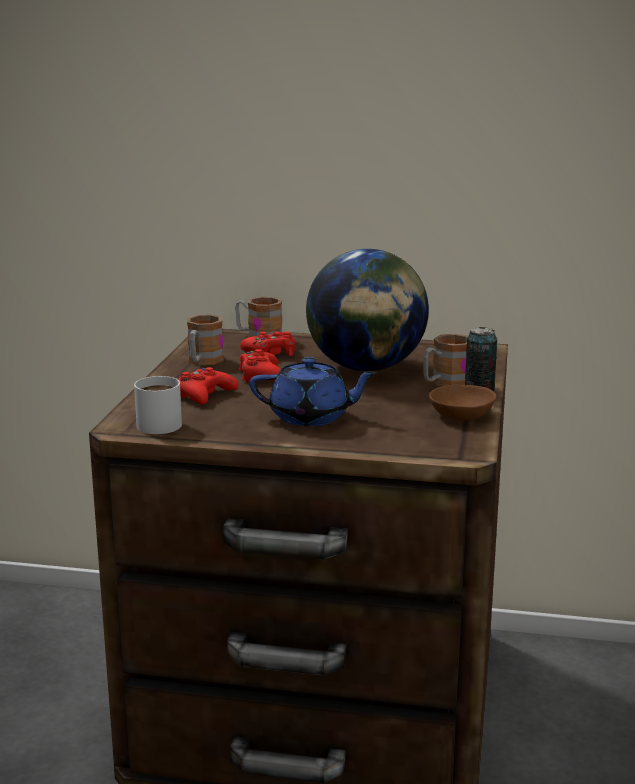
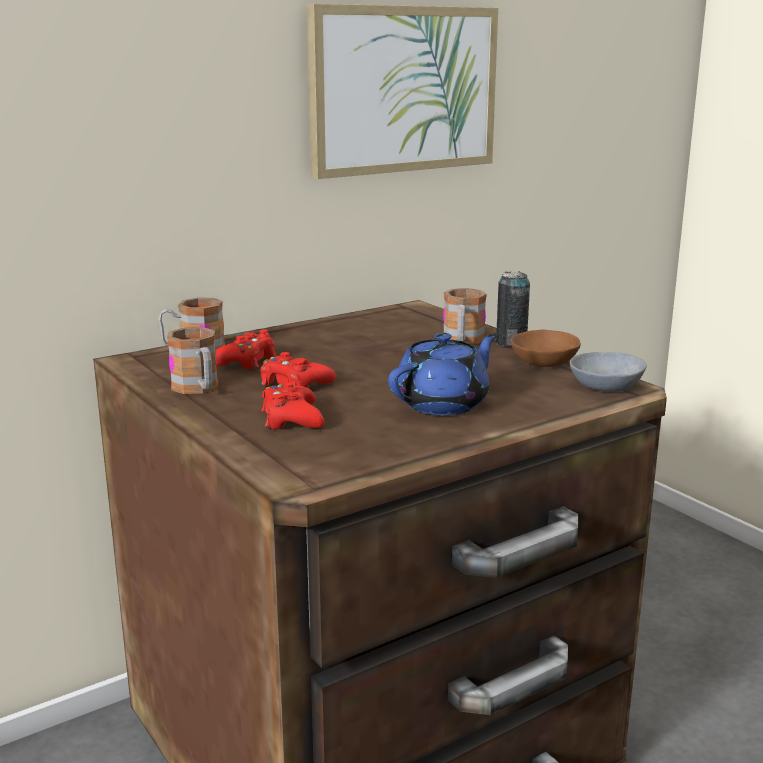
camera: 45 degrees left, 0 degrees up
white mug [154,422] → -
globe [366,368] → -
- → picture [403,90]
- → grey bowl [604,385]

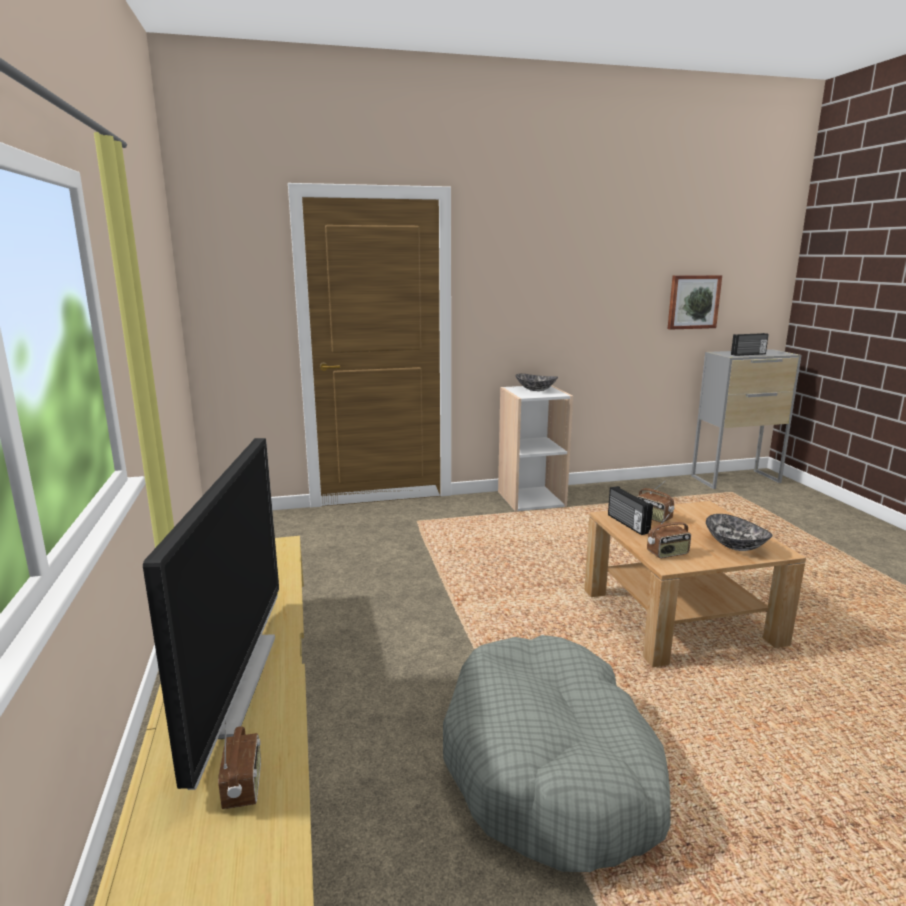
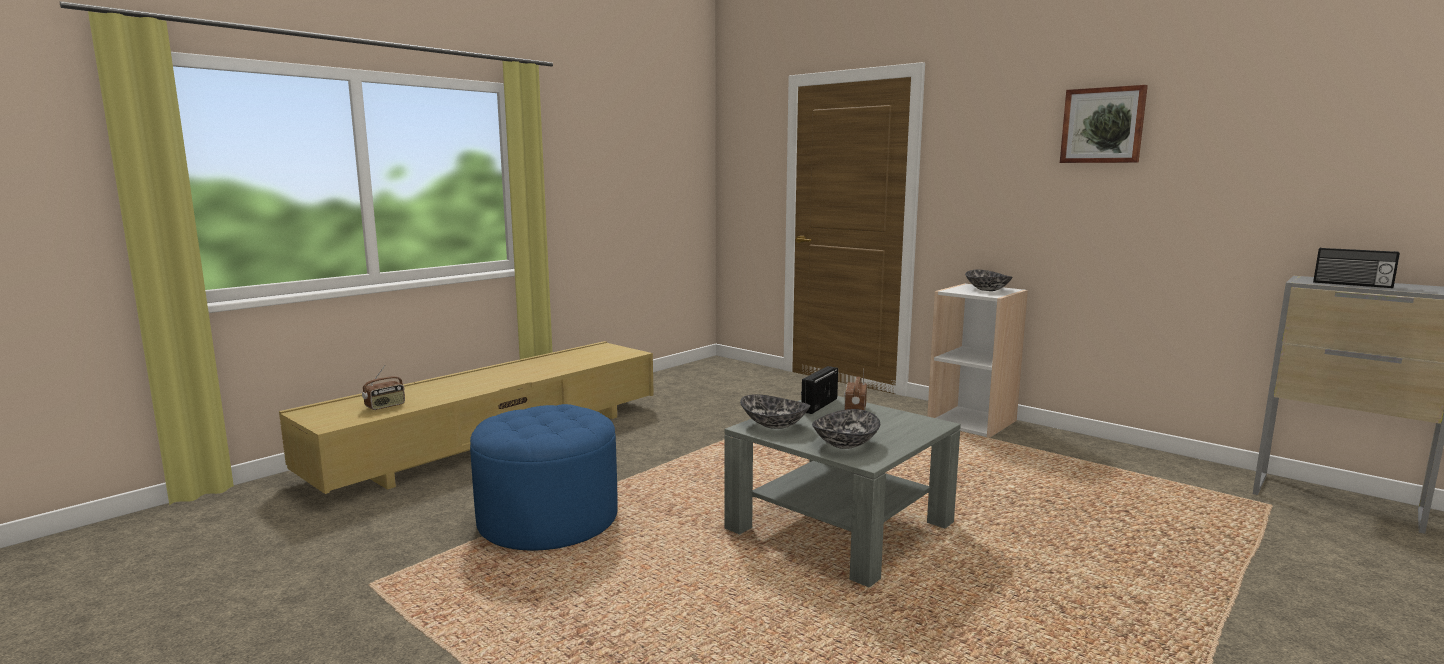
camera: 55 degrees right, 5 degrees down
television [232,683] → -
grey dog bed [552,769] → blue ottoman [548,519]
brown coffee table [679,616] → grey coffee table [840,526]
radio [668,553] → bowl [775,424]
picture [693,302] → picture [1103,125], shifted

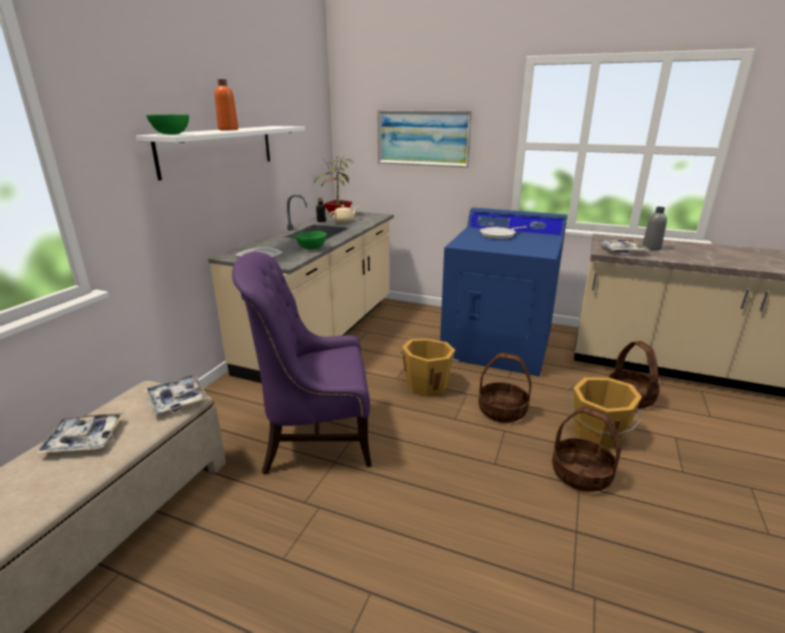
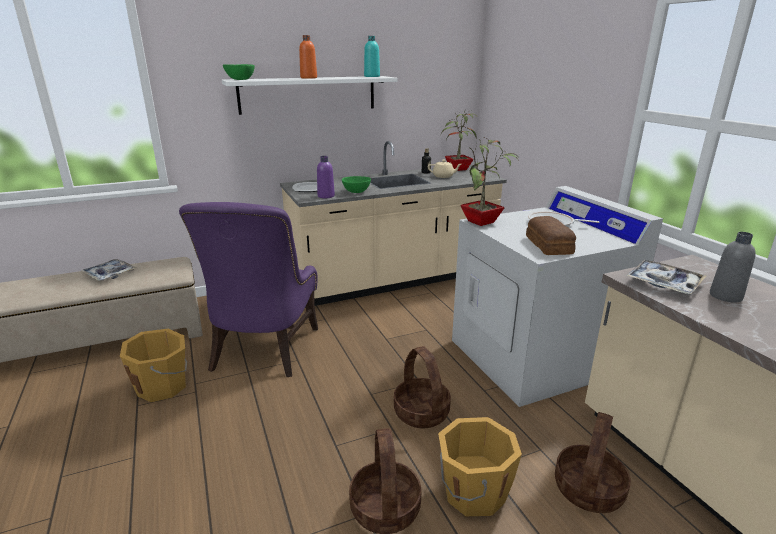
camera: 45 degrees right, 0 degrees up
tray [177,400] → -
purple chair [315,438] → purple chair [264,349], 120 degrees counterclockwise
picture [423,138] → -
orange bucket [427,385] → orange bucket [163,386], shifted
blue washing machine [498,344] → white washing machine [534,356]
- → purple bottle [326,196]
- → turquoise bottle [372,76]
- → potted plant [482,222]
- → bread [549,244]

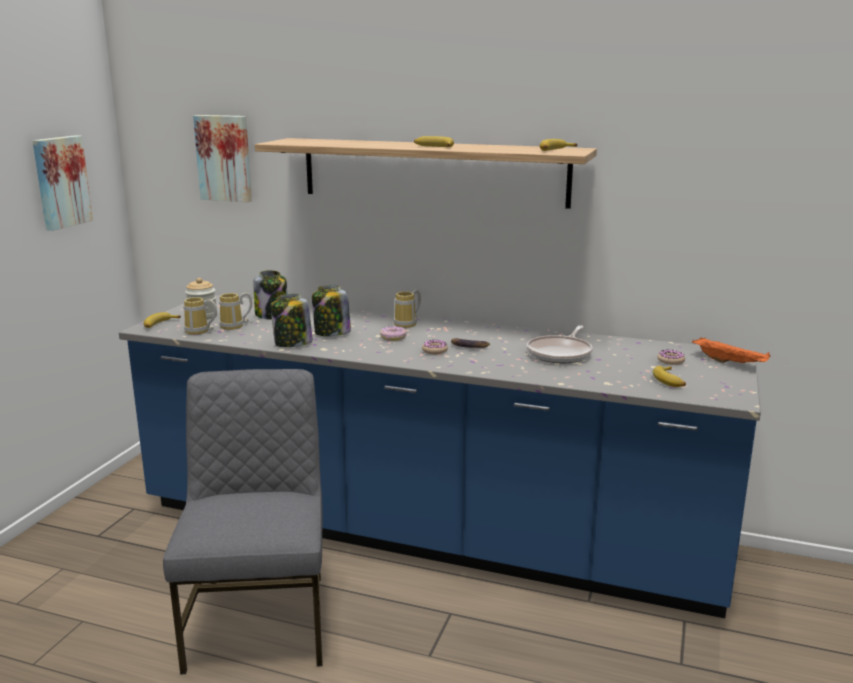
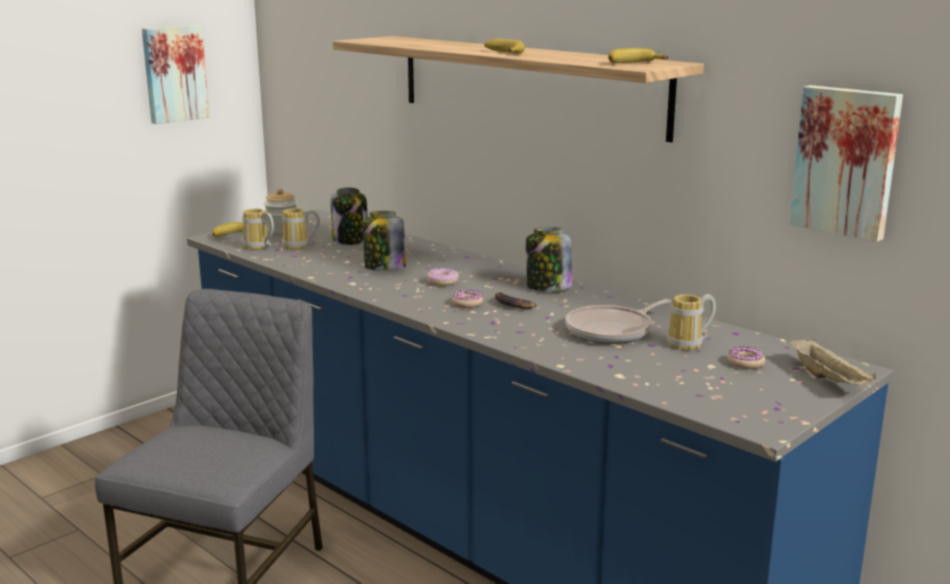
camera: 25 degrees right, 0 degrees up
picture [225,158] → picture [846,161], shifted
jar [292,344] → jar [547,287], shifted
mug [408,324] → mug [690,344], shifted
banana [670,381] → -
orange tray [730,363] → beige tray [829,379]

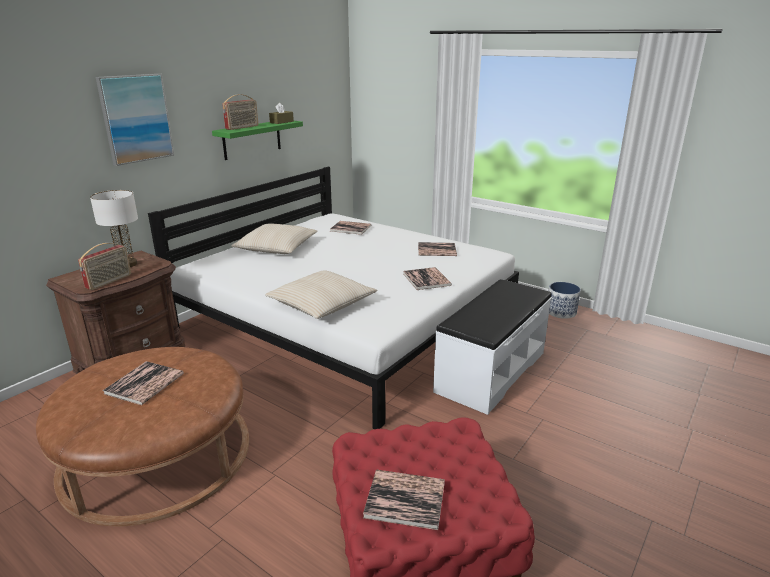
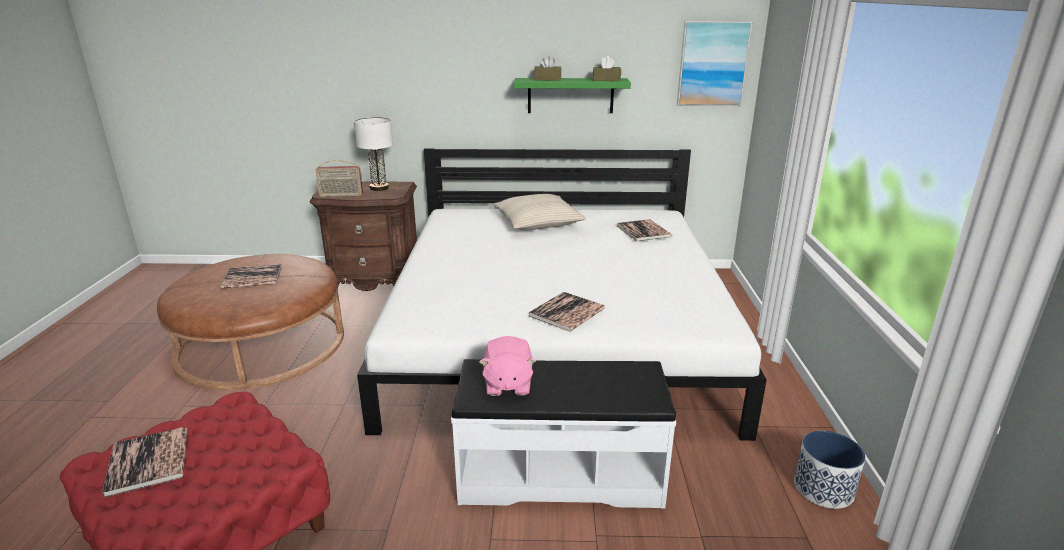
camera: 55 degrees right, 0 degrees up
picture [136,118] → picture [712,64], shifted
radio [242,127] → brown tissue box [547,79]
beige pillow [321,304] → -
book [436,250] → -
- → pink plush toy [507,384]

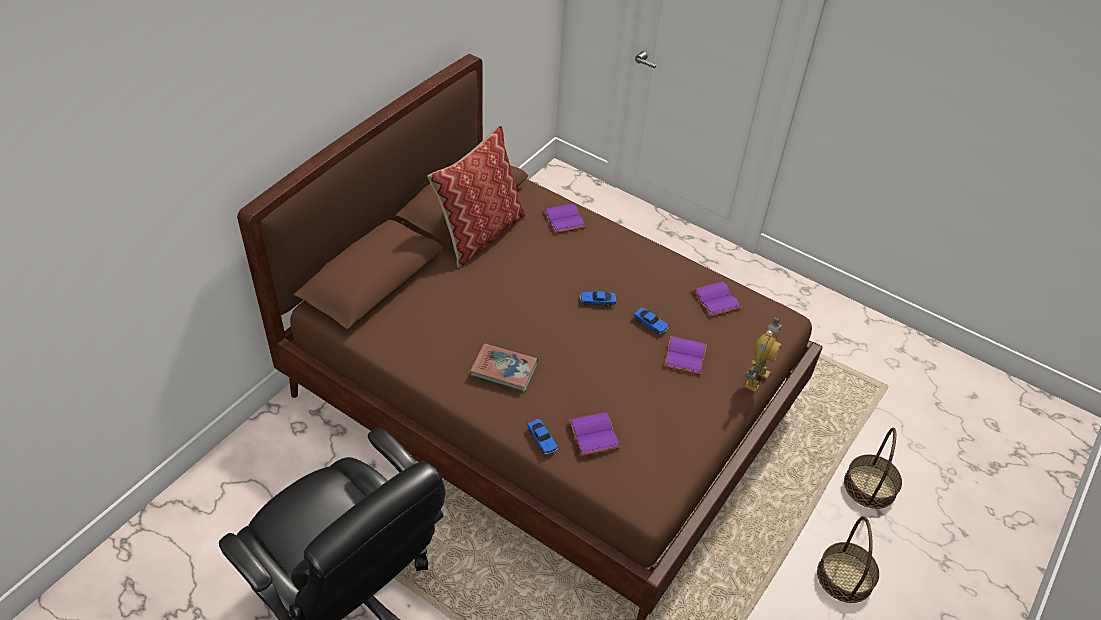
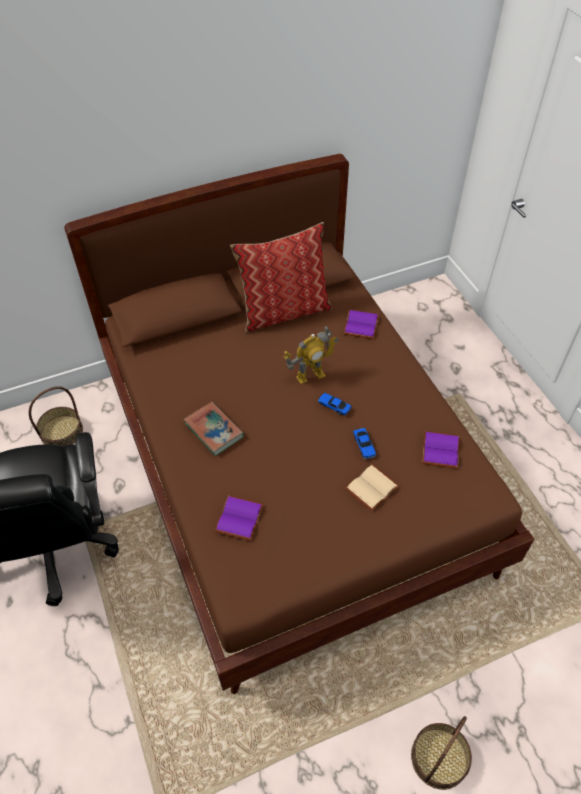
camera: 35 degrees right, 5 degrees up
toy car [542,439] → -
purple book [686,357] → beige book [372,489]
toy robot [756,379] → toy robot [310,376], shifted
basket [870,486] → basket [62,432], shifted

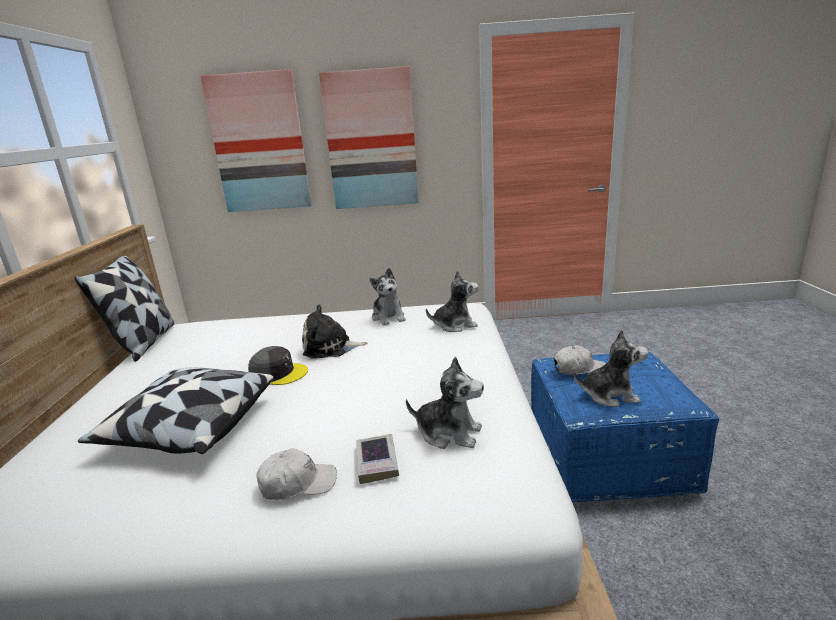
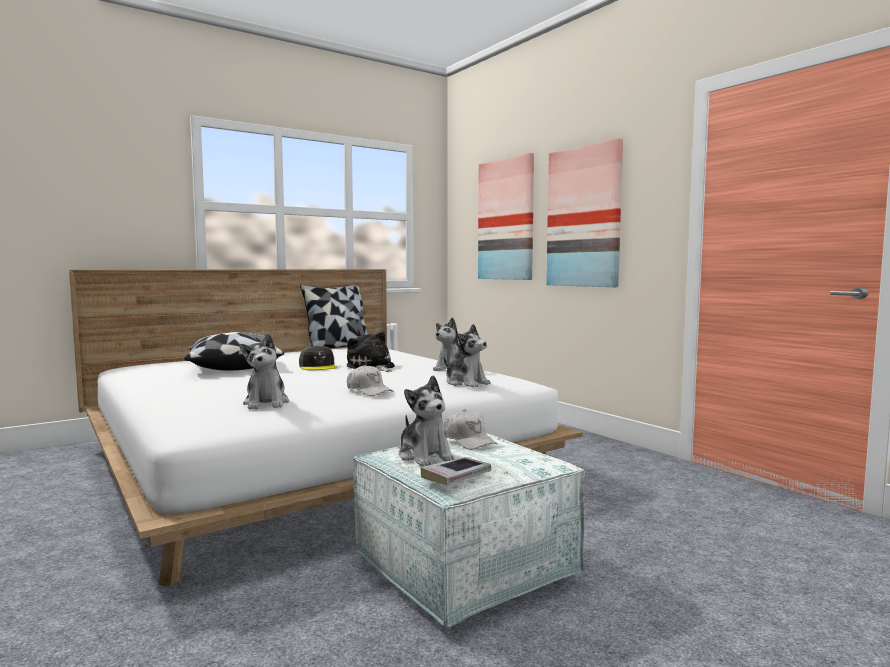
camera: 55 degrees right, 15 degrees down
white cap [297,484] → white cap [369,391], shifted
book [377,462] → book [456,476], shifted
blue ottoman [607,459] → white ottoman [465,568]

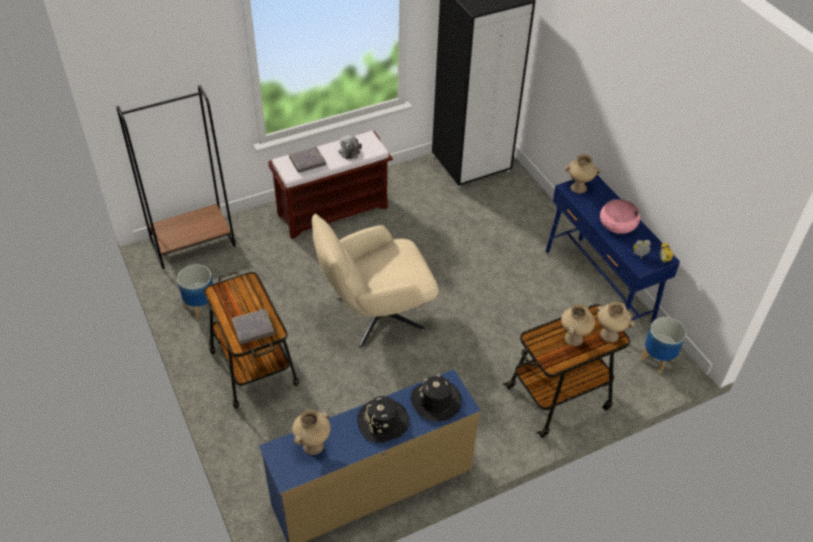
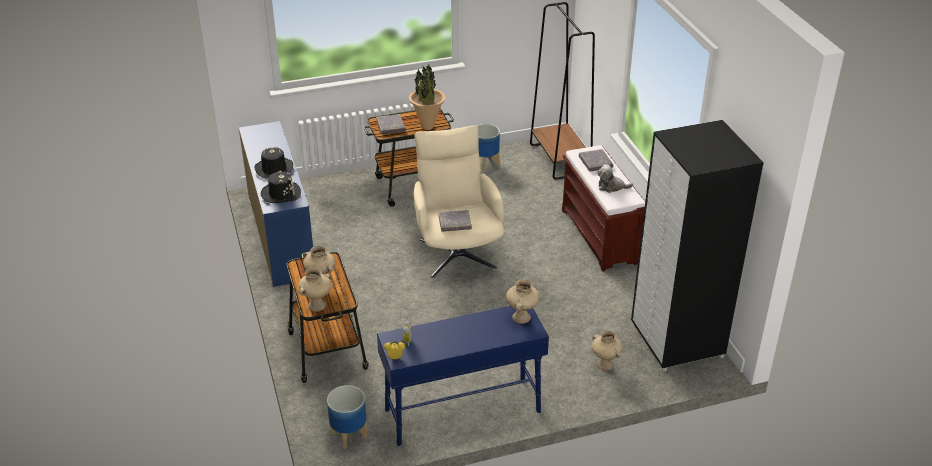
camera: 100 degrees right, 10 degrees down
beige vase [313,445] → beige vase [605,365], shifted
pink bowl [618,224] → -
- → potted plant [427,127]
- → grey book [455,223]

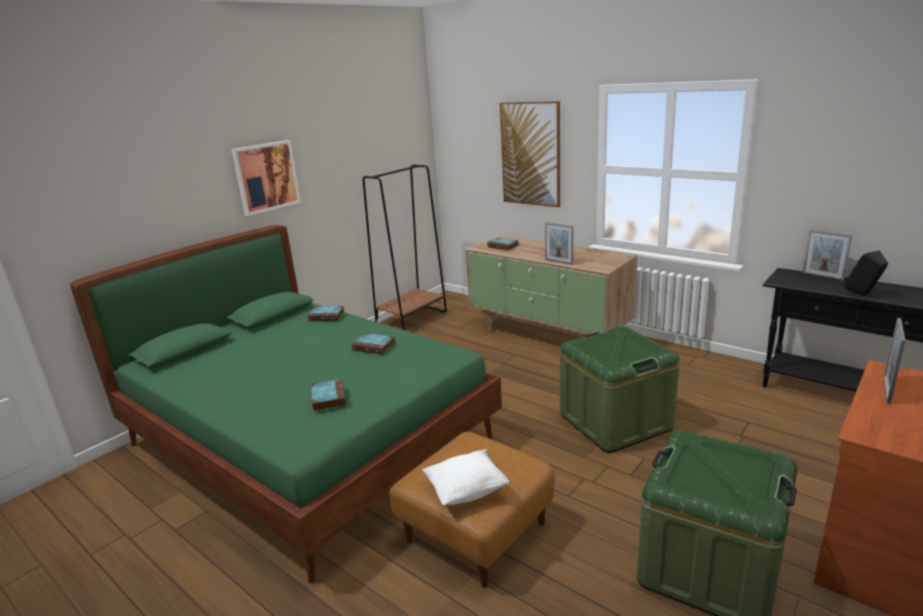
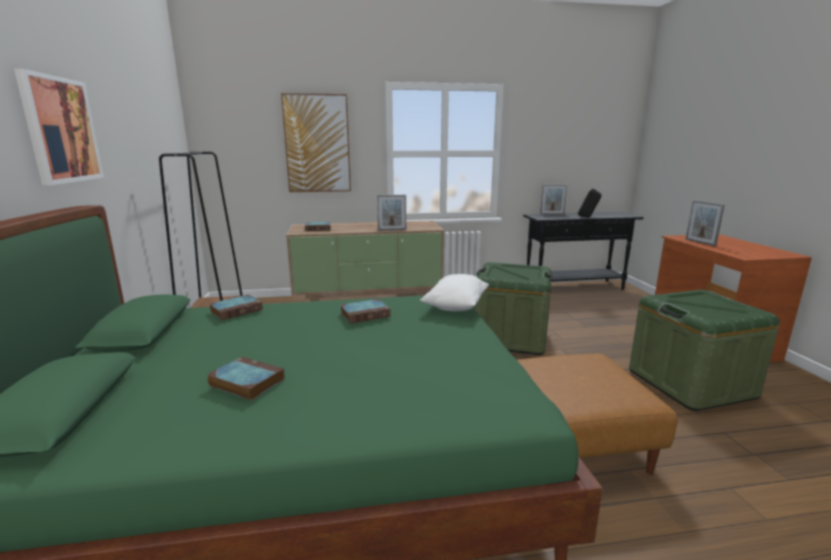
camera: 50 degrees left, 5 degrees down
book [328,397] → book [245,382], shifted
white pillow [467,491] → white pillow [455,307], shifted

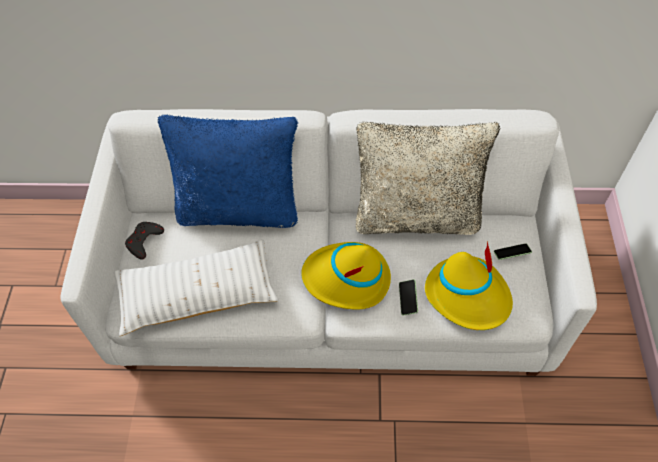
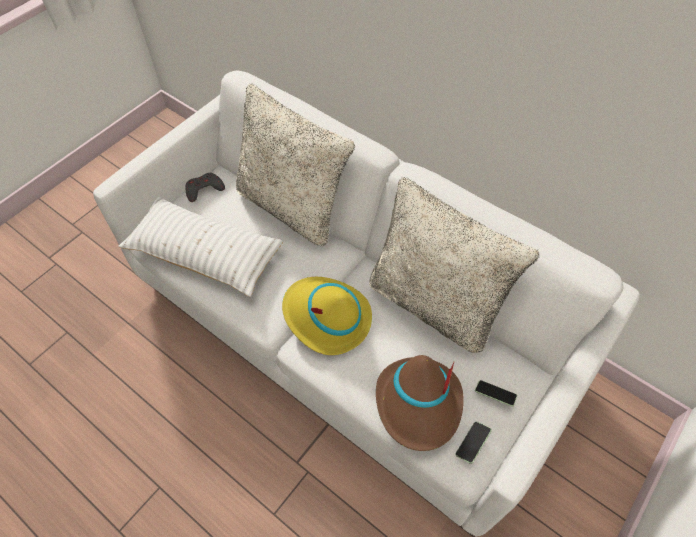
camera: 35 degrees right, 0 degrees up
blue pillow [240,212] → beige pillow [292,210]
phone [407,299] → phone [472,444], shifted
yellow hat [468,295] → brown hat [419,404]

